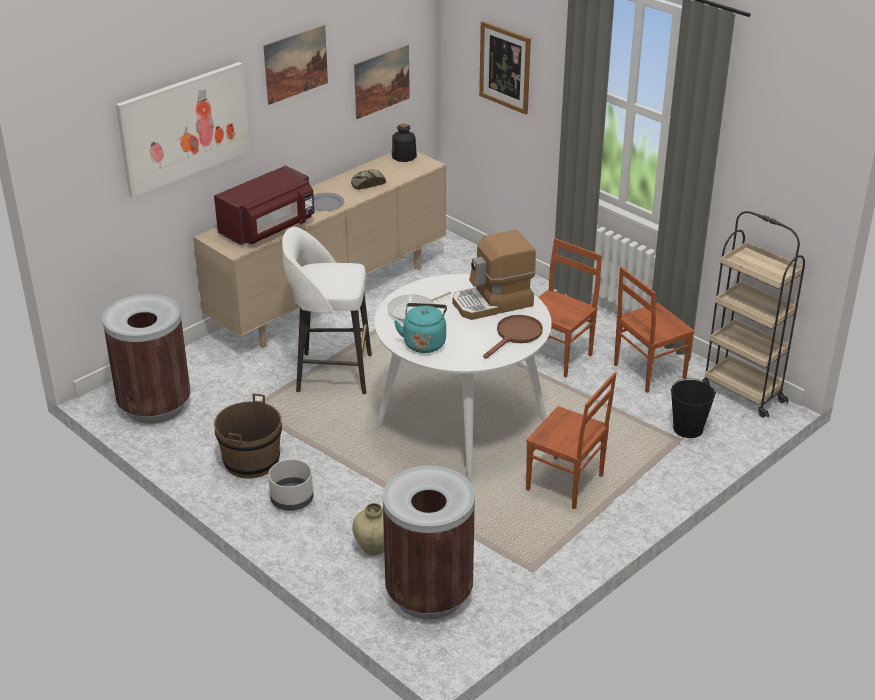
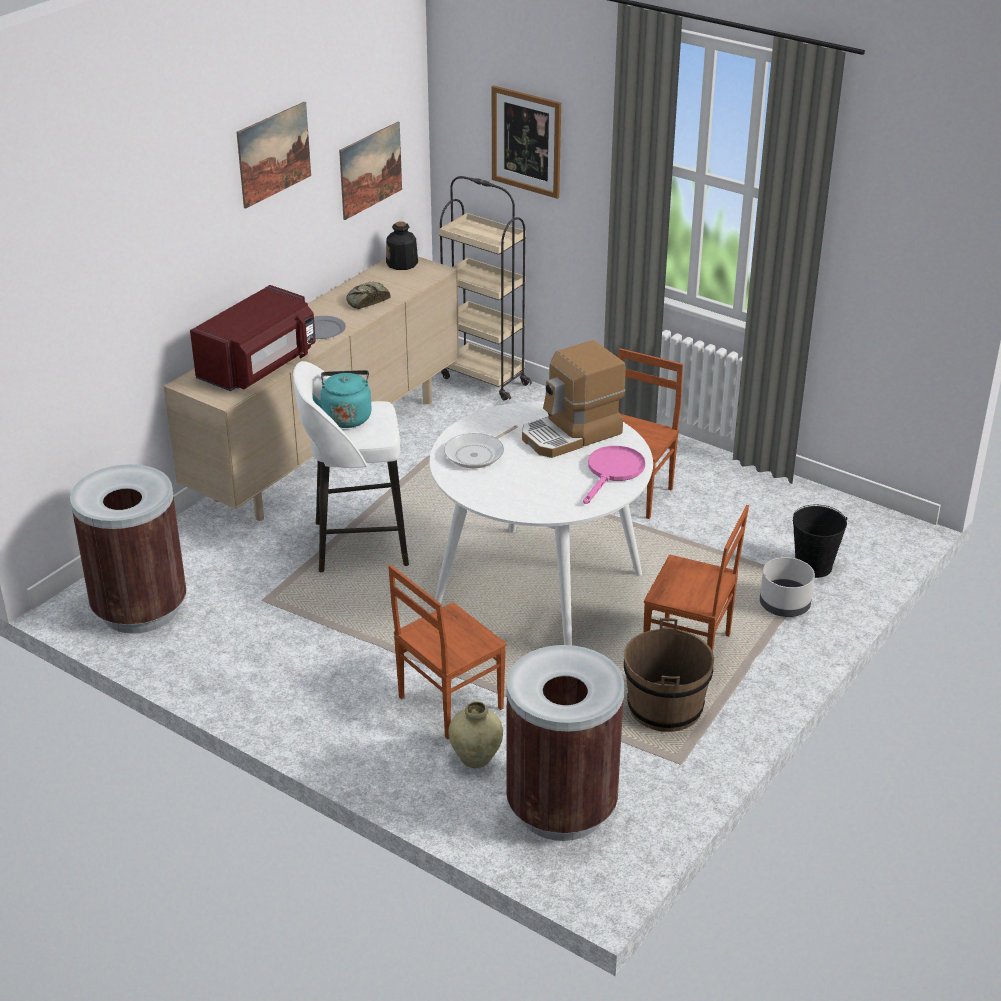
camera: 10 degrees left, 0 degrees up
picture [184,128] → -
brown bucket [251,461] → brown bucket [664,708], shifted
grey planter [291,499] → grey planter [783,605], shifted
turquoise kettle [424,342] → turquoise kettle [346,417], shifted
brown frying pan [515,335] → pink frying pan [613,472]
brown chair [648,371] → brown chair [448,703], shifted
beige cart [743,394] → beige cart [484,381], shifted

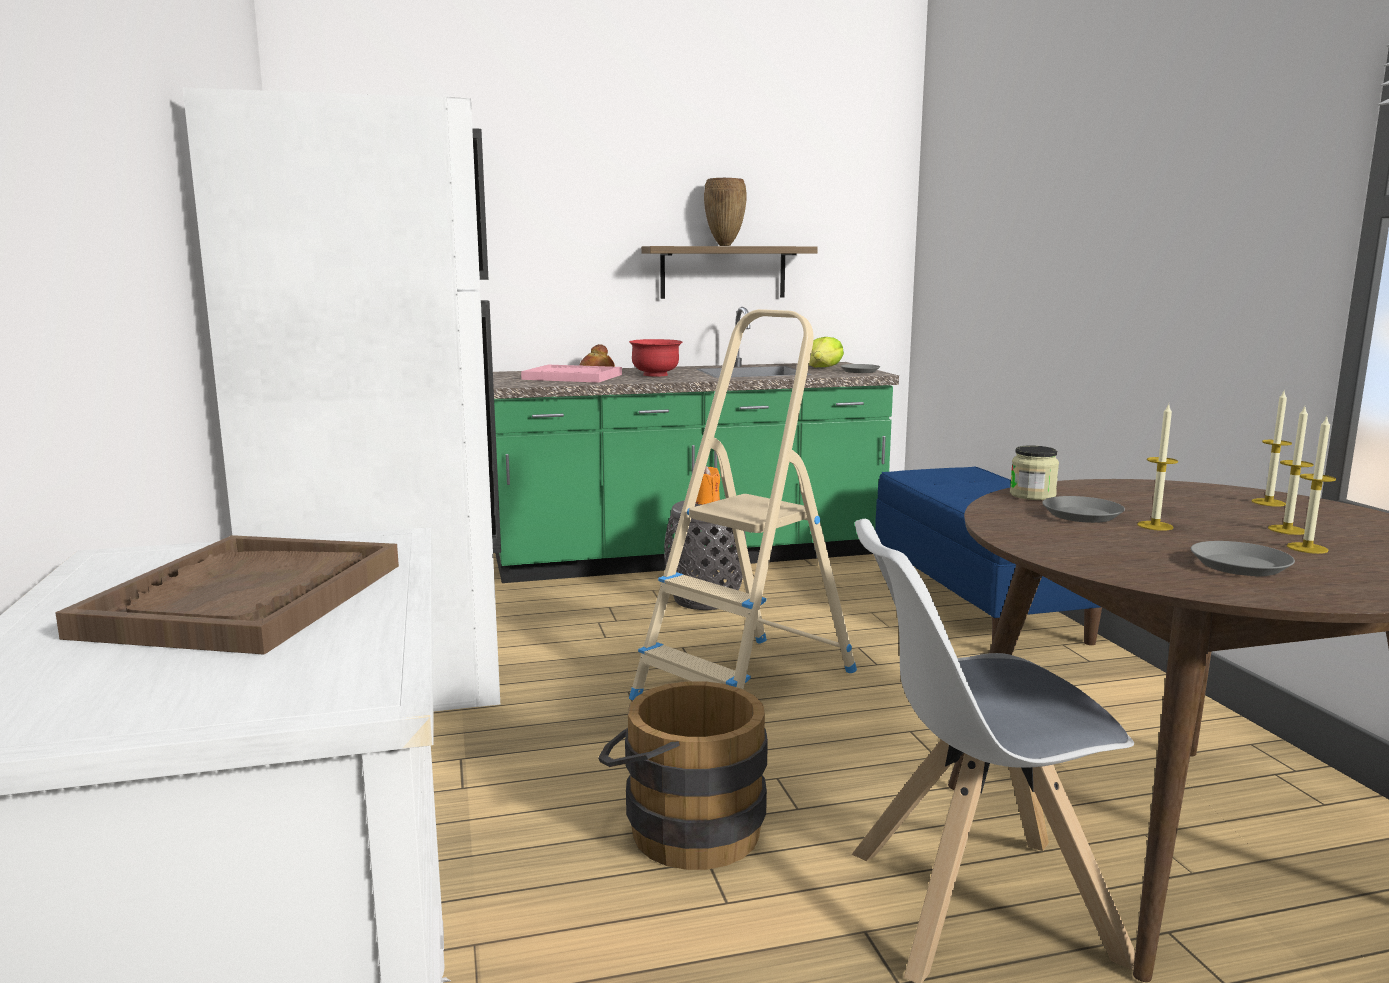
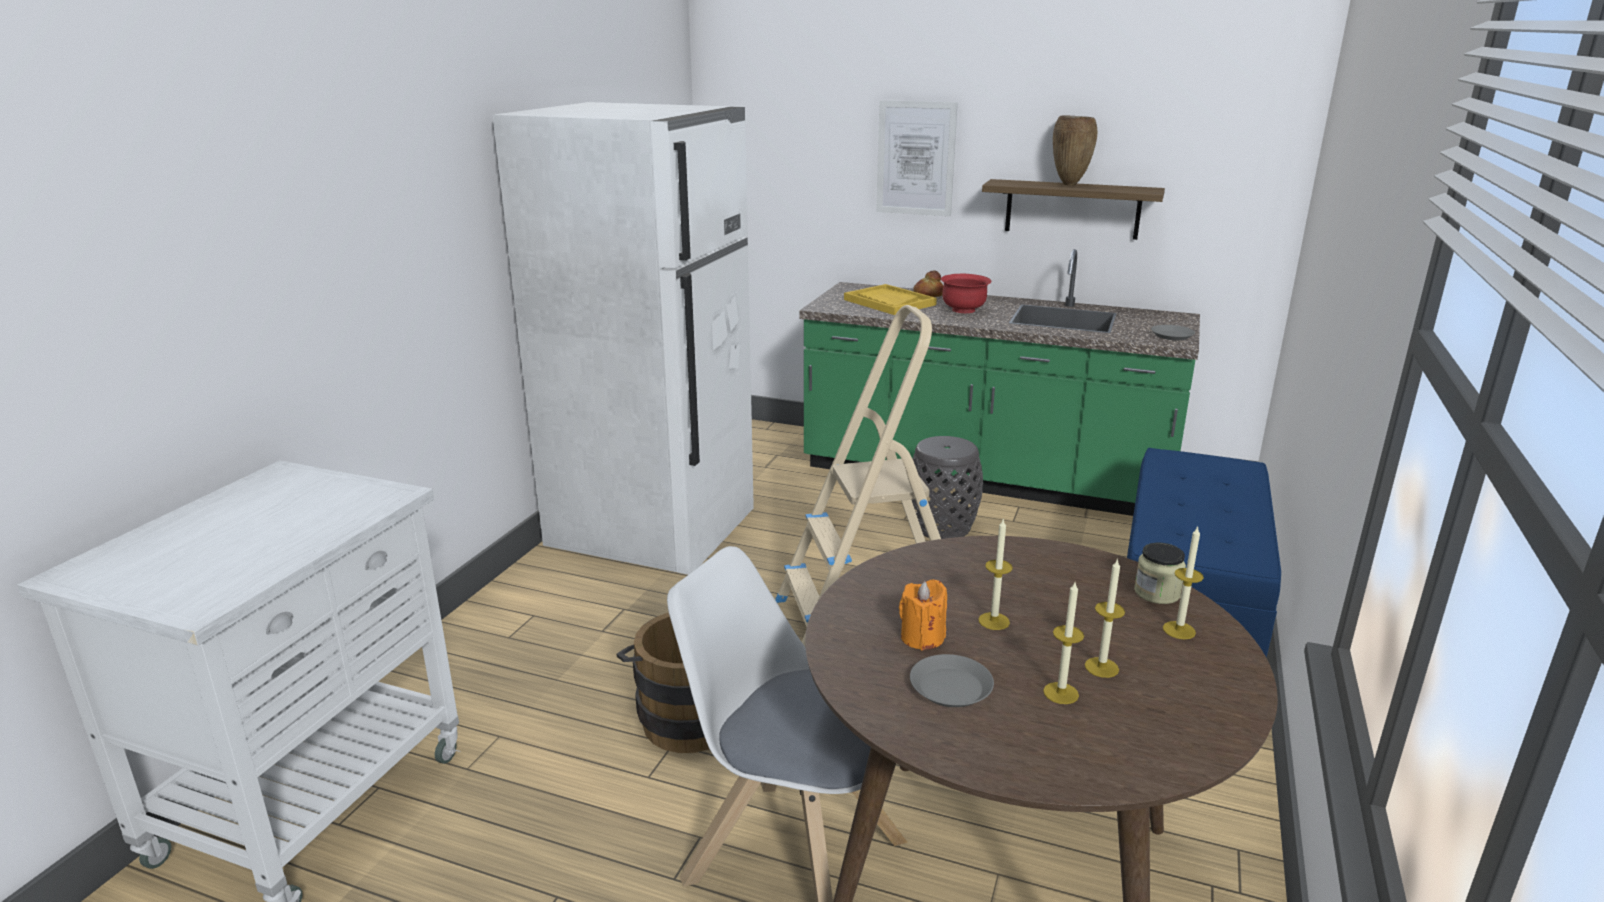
camera: 35 degrees right, 10 degrees up
brown tray [247,599] → -
pink tray [572,377] → yellow tray [889,302]
orange candle [707,502] → orange candle [922,638], shifted
lettuce [823,368] → -
jar [1032,495] → jar [1157,593], shifted
grey plate [1082,515] → -
- → picture [915,158]

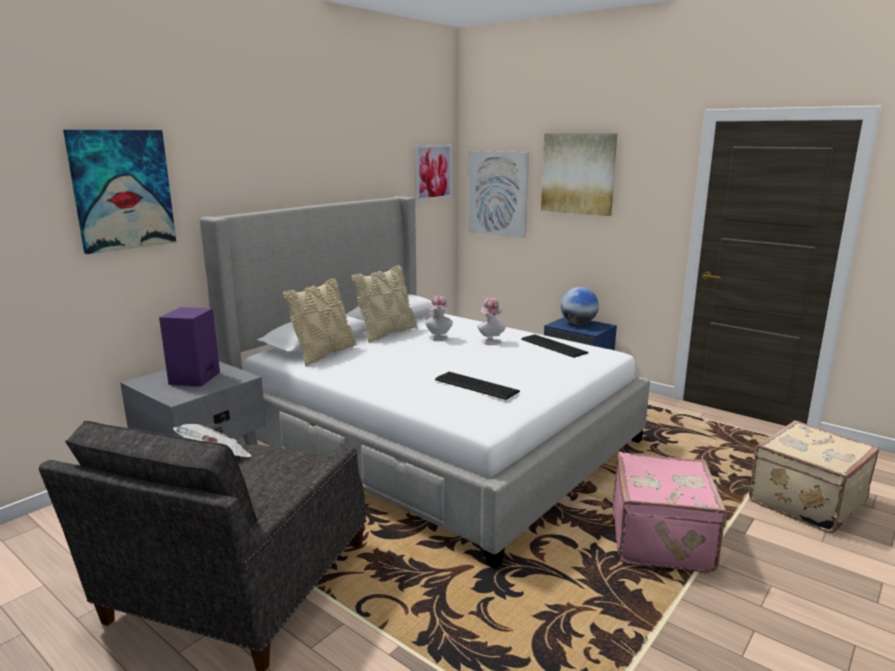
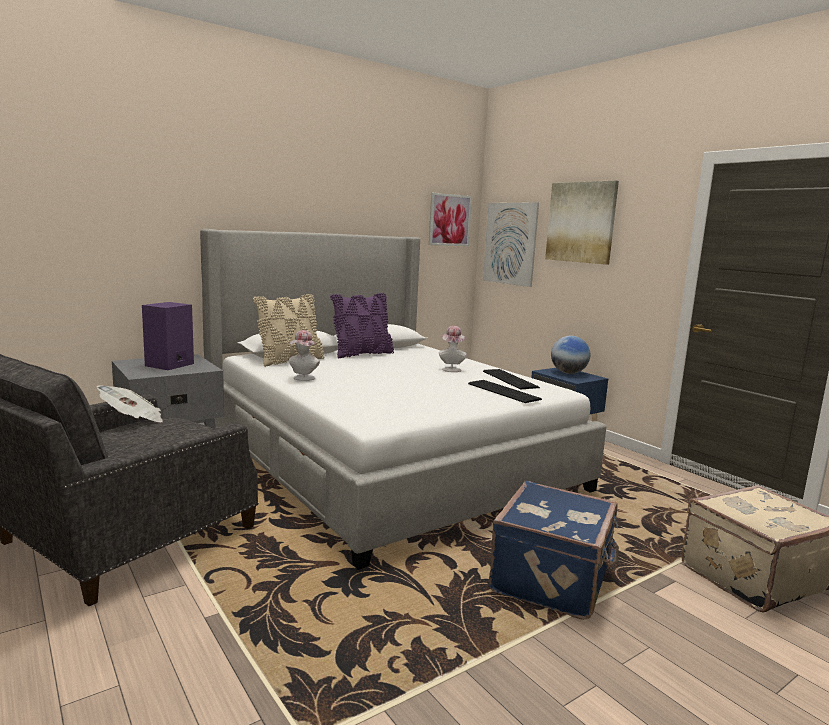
camera: 15 degrees right, 5 degrees down
picture [122,190] → -
beige pillow [386,333] → purple pillow [362,354]
hat [439,338] → hat [303,378], shifted
keyboard [476,385] → keyboard [503,391], shifted
pink suitcase [663,539] → blue suitcase [553,580]

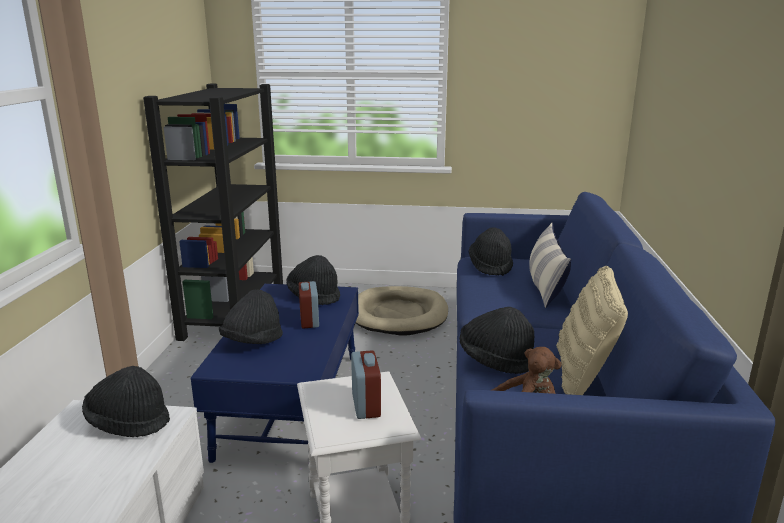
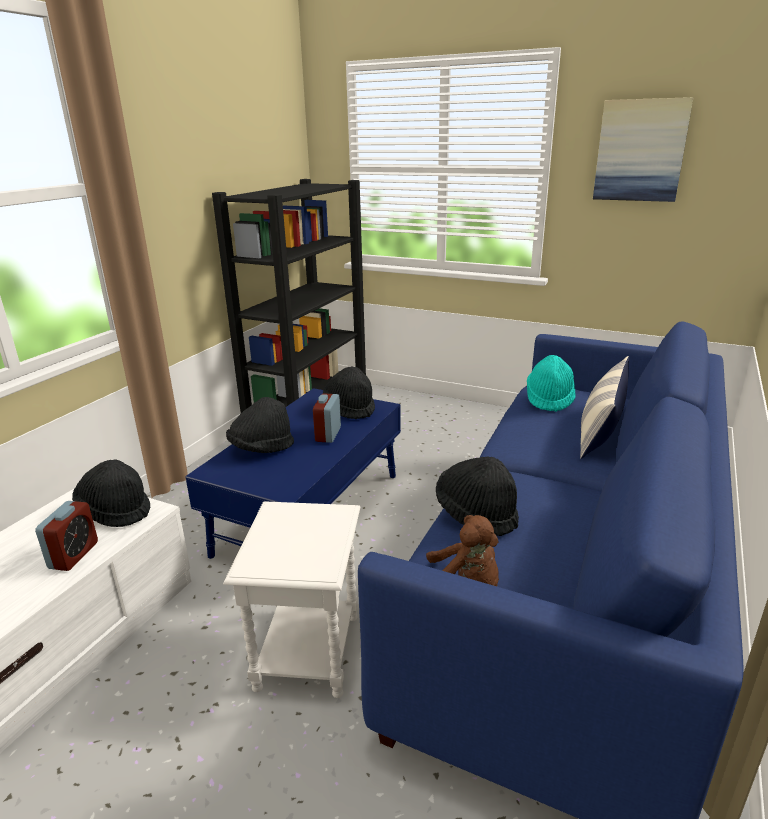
camera: 20 degrees right, 5 degrees up
alarm clock [366,405] → alarm clock [74,555], shifted
beige dog bed [399,315] → -
black hat [490,266] → turquoise hat [549,399]
beige pillow [583,377] → -
- → picture [640,151]

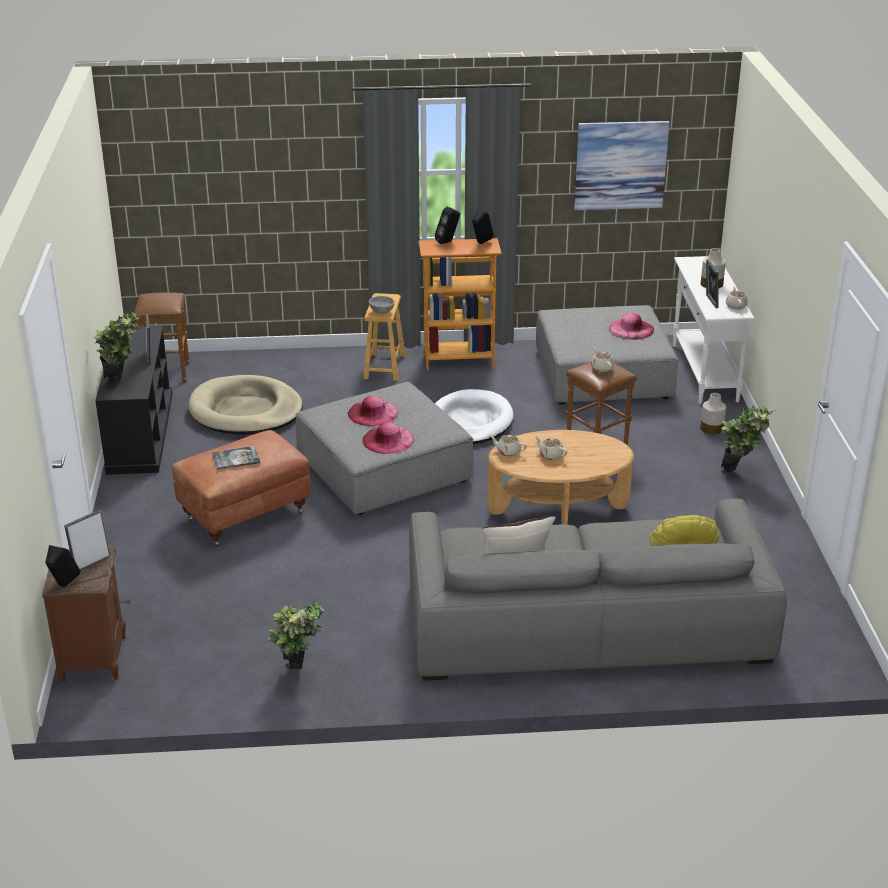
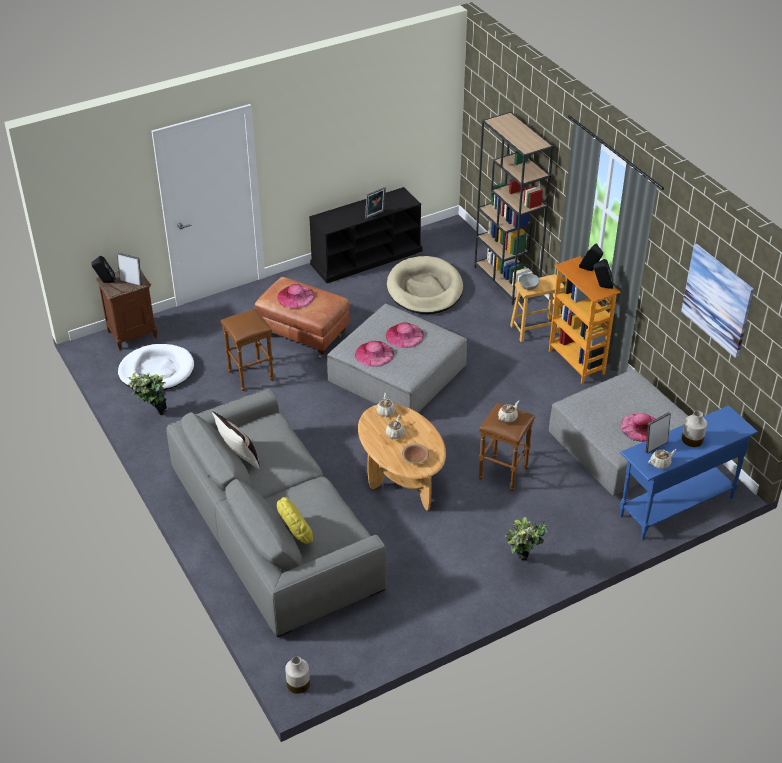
camera: 65 degrees right, 10 degrees up
potted plant [125,384] → -
brown stool [168,372] → brown stool [252,375], shifted
book [236,458] → pink hat [296,297]
white dog bed [470,422] → white dog bed [156,371], shifted
white console table [704,373] → blue console table [676,506]
beige vase [712,428] → beige vase [298,683], shifted
- → brown bowl [415,459]
- → bookcase [507,281]

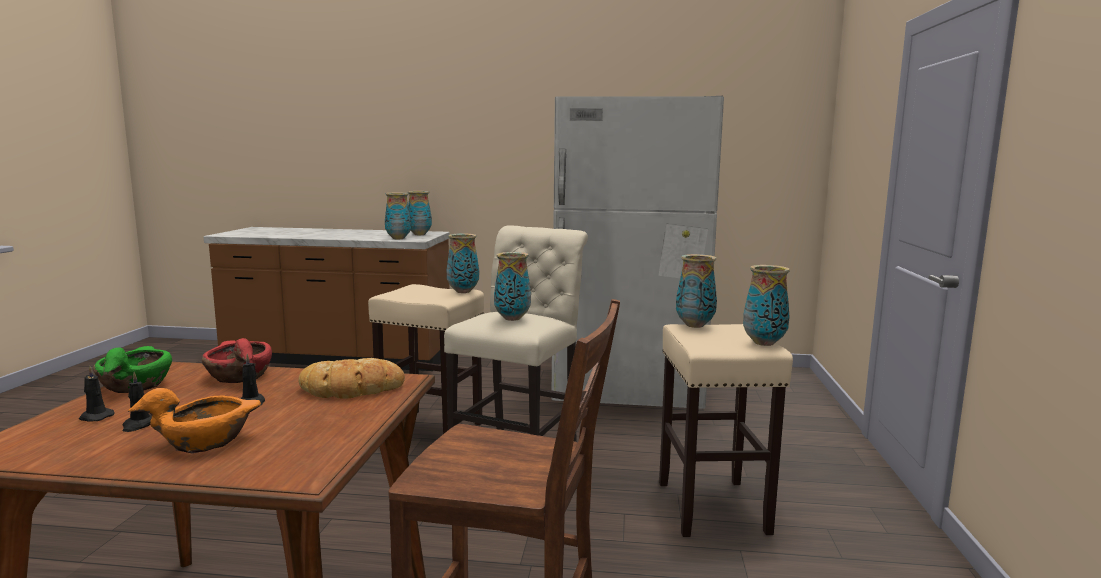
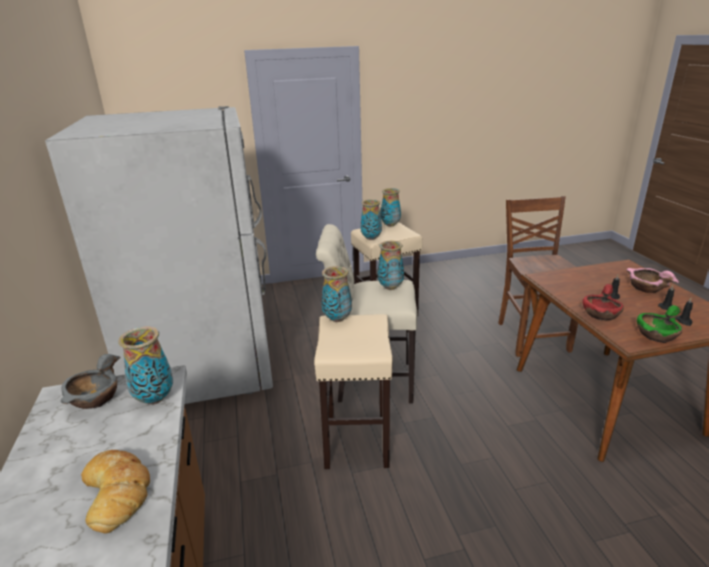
camera: 110 degrees left, 15 degrees up
orange bowl [206,441] → pink bowl [645,288]
bread [351,389] → bread [118,491], shifted
vase [419,234] → grey bowl [95,398]

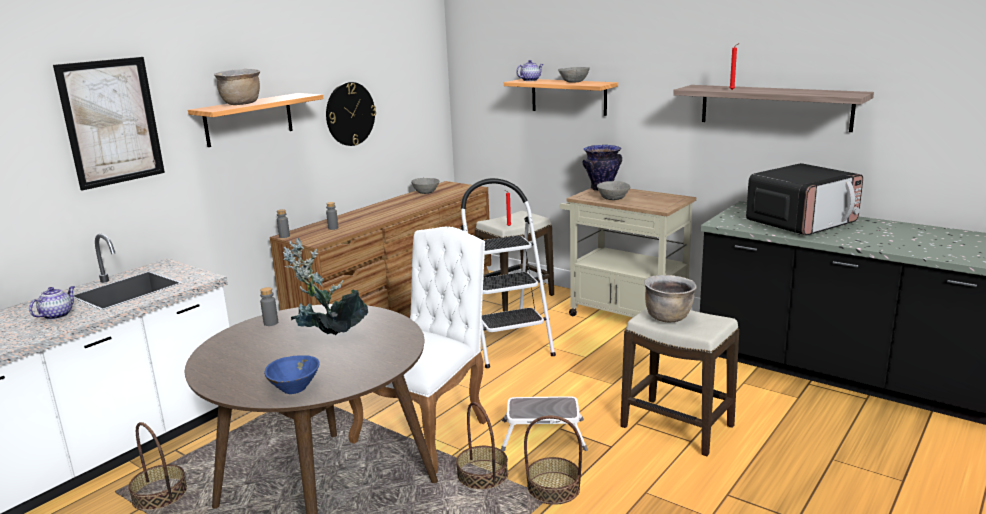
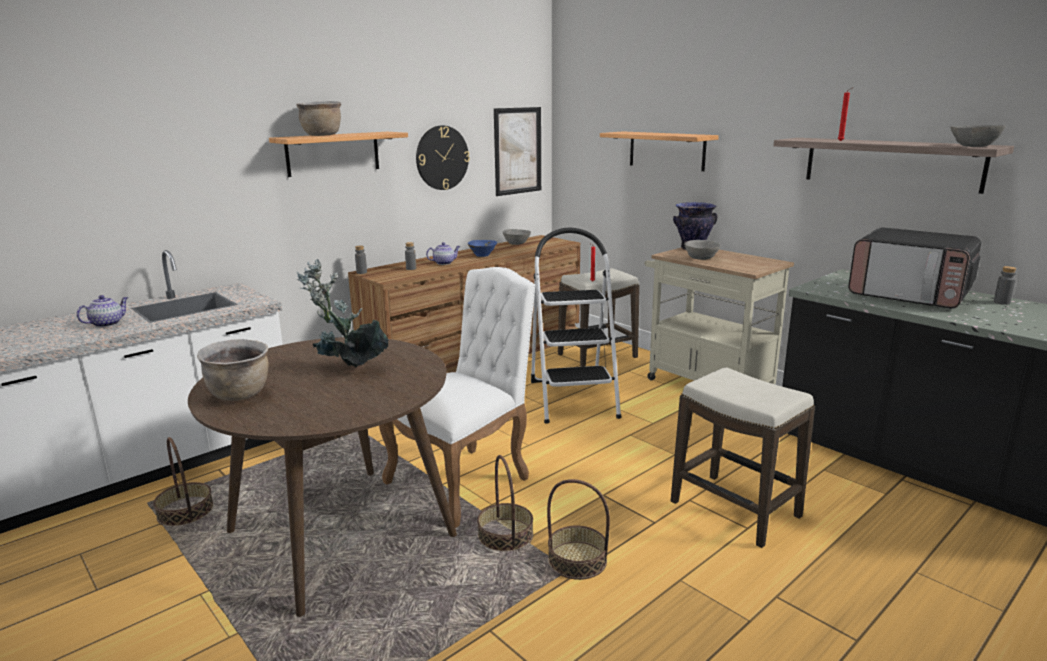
camera: 10 degrees right, 0 degrees up
picture [111,122] → picture [517,151], shifted
grey bottle [271,323] → grey bottle [1001,302], shifted
blue bowl [295,389] → blue bowl [482,255], shifted
grey step ladder [543,435] → -
teapot [530,80] → teapot [444,263], shifted
grey bowl [574,81] → grey bowl [973,146], shifted
brown cooking pot [668,317] → brown cooking pot [240,394], shifted
microwave [801,223] → microwave [910,295], 60 degrees clockwise

